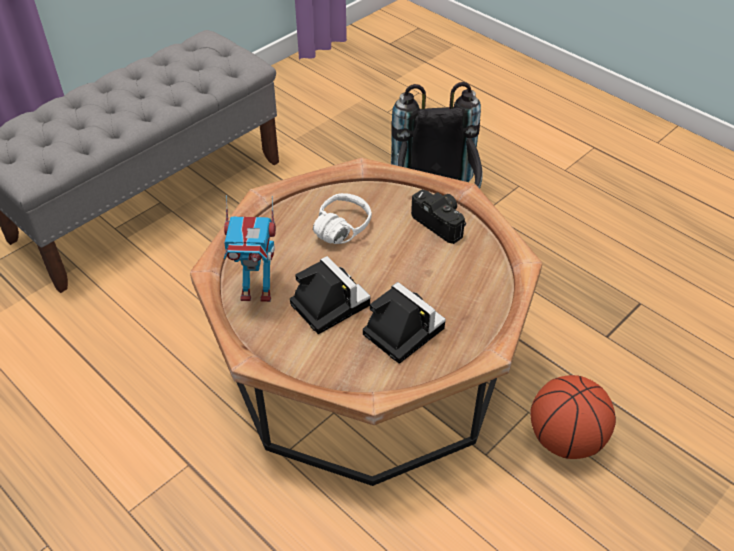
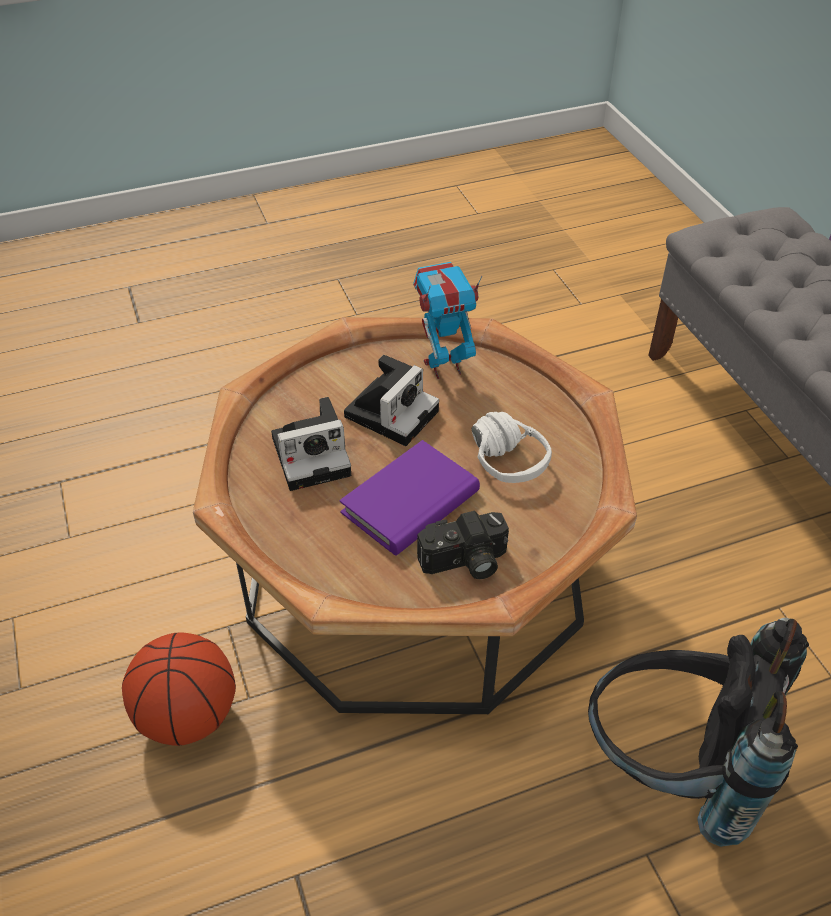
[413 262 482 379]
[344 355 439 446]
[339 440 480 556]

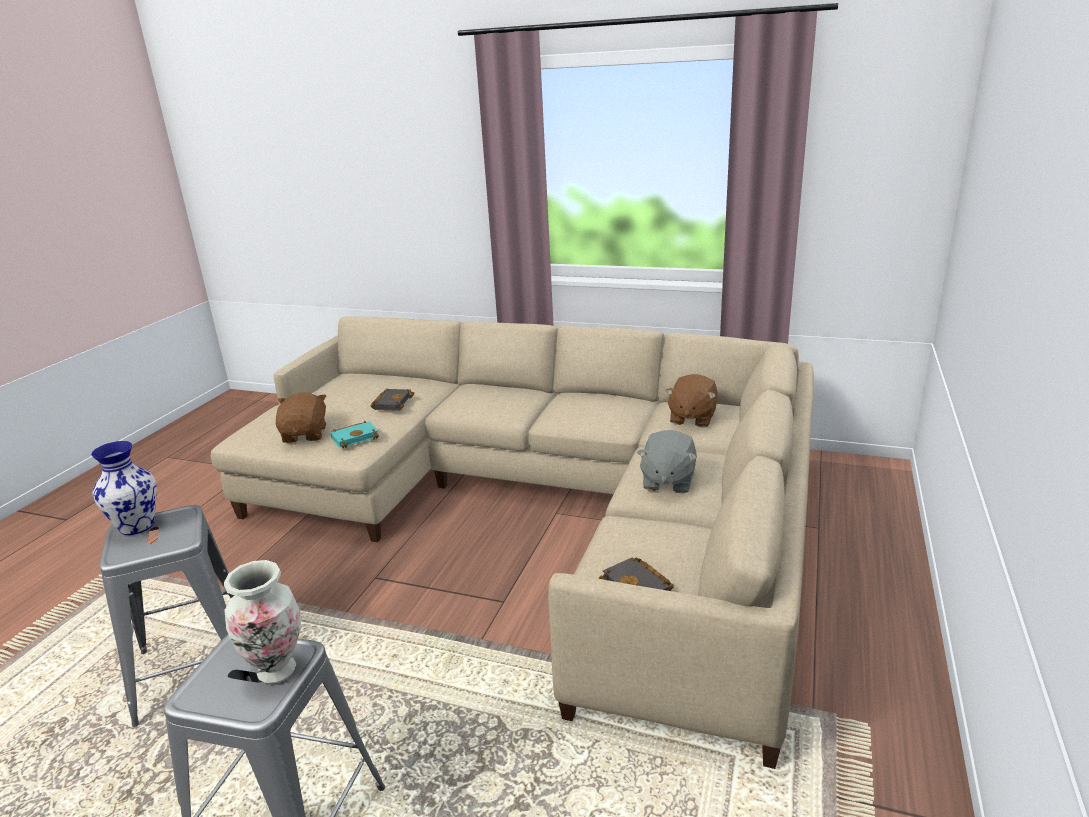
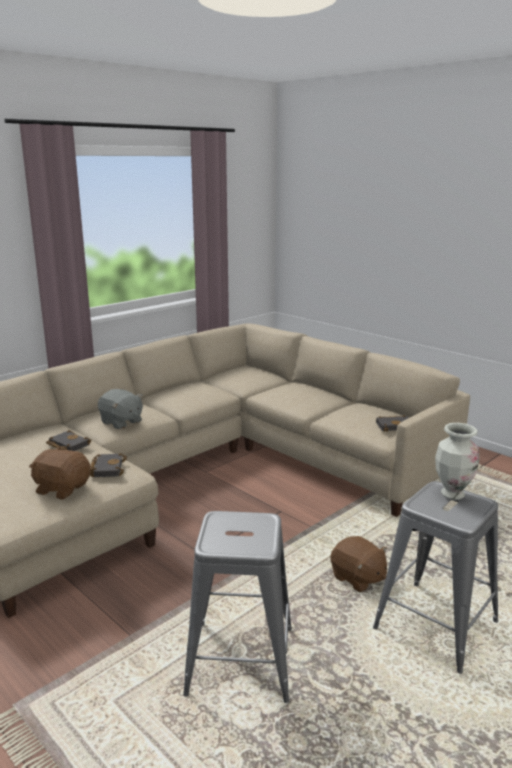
[91 441 157 535] (first image)
[90 453 127 477]
[98 389 143 429]
[330 536 387 592]

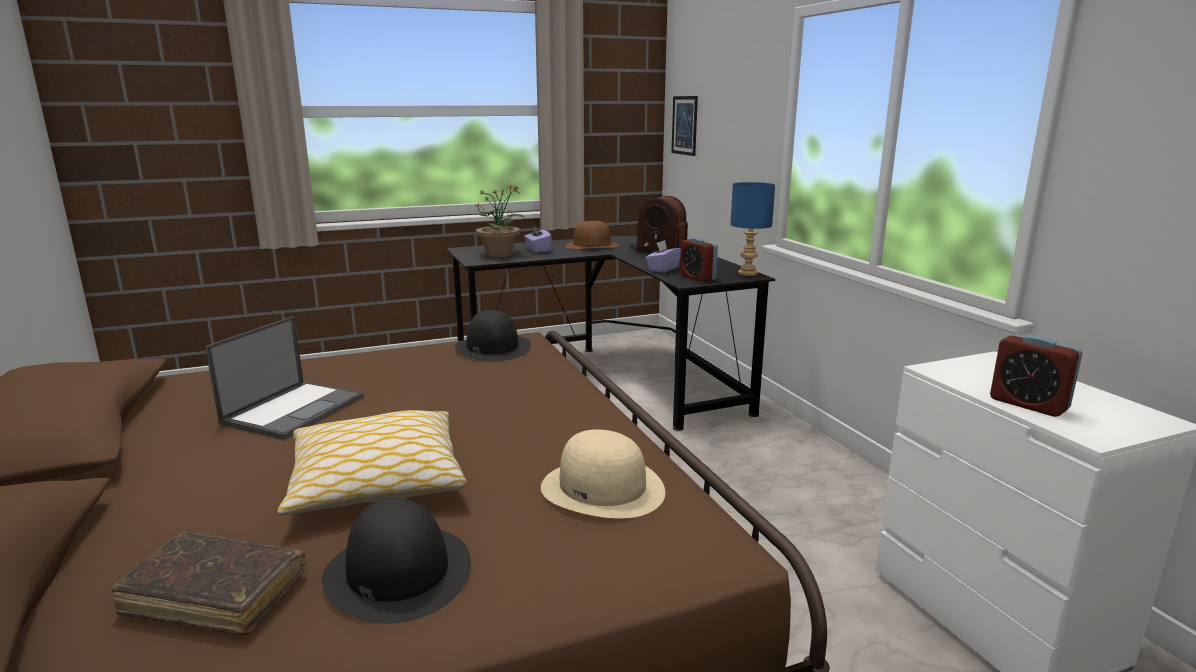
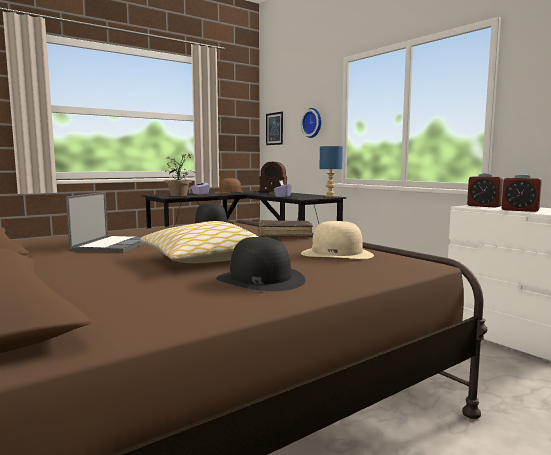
[259 220 313 237]
[467 173 504 208]
[301 108 322 138]

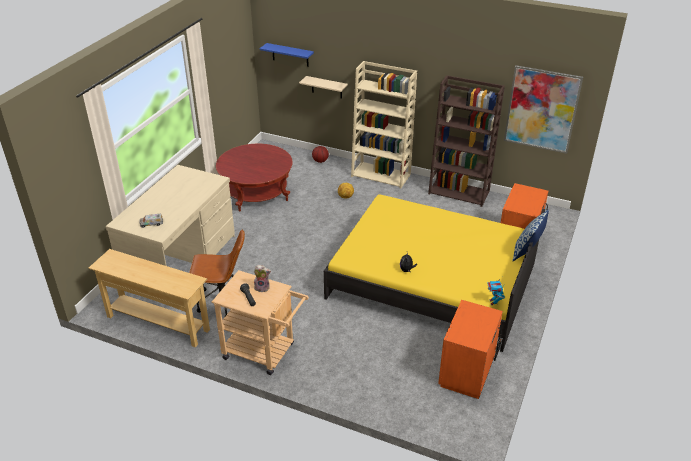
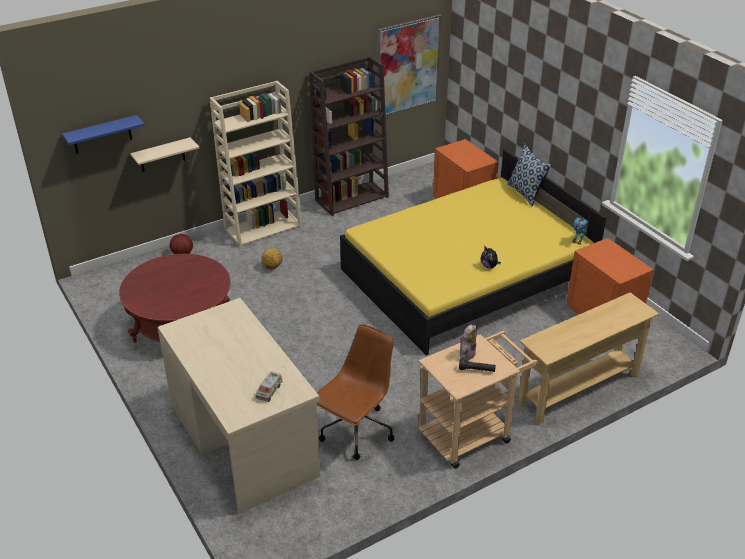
[518 292 659 424]

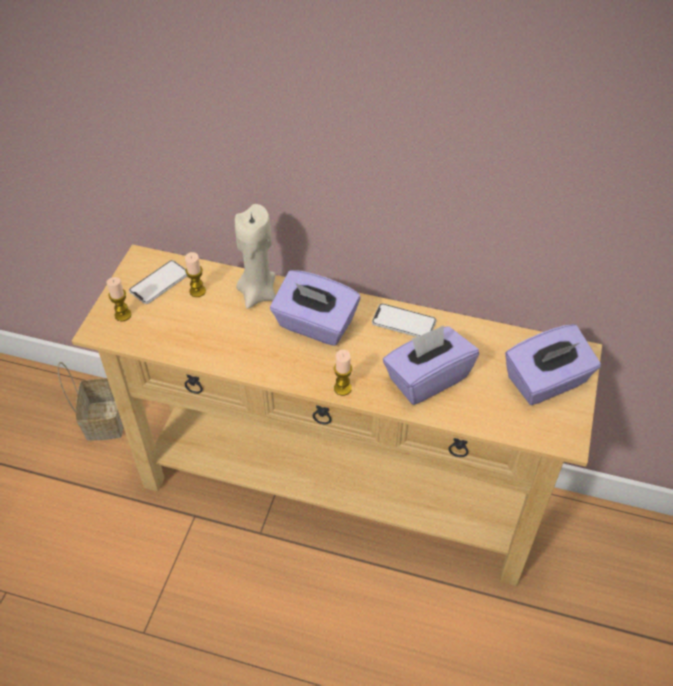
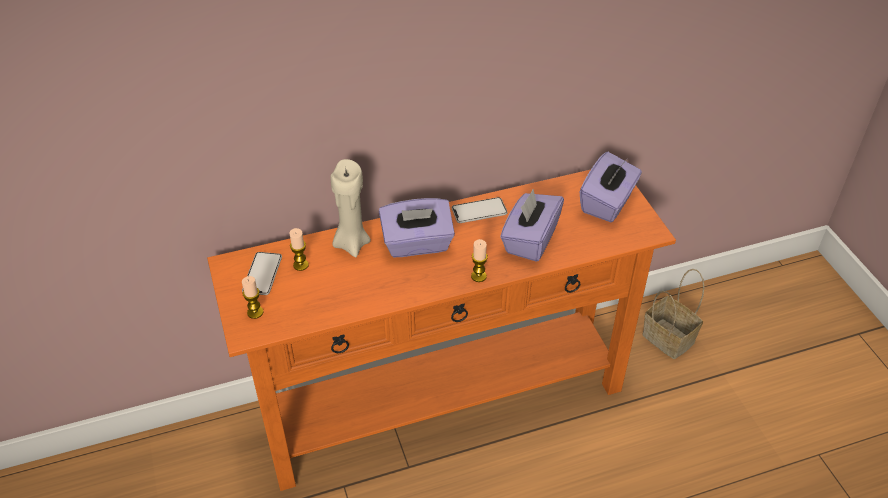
[642 269 704 359]
[207 170 676 491]

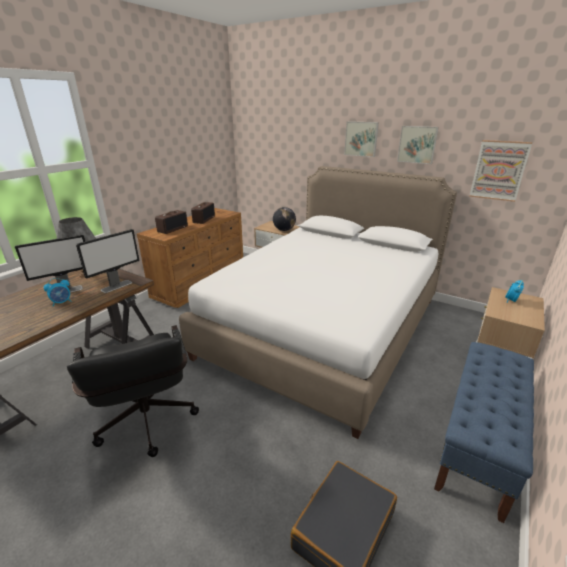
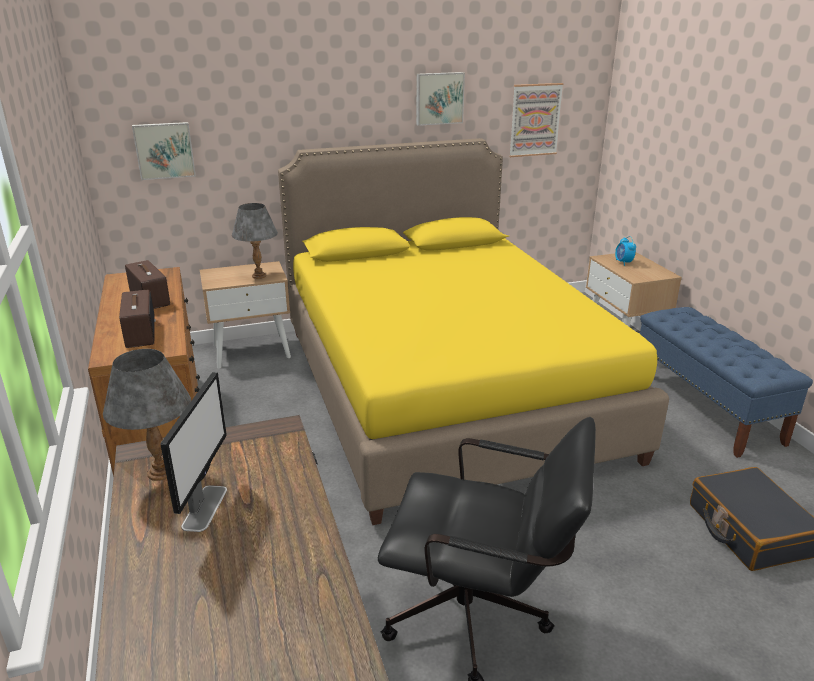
[43 278 72 306] (first image)
[76 229 139 293] (first image)
[278 138 669 525]
[232 203 278 279]
[132 122 196 180]

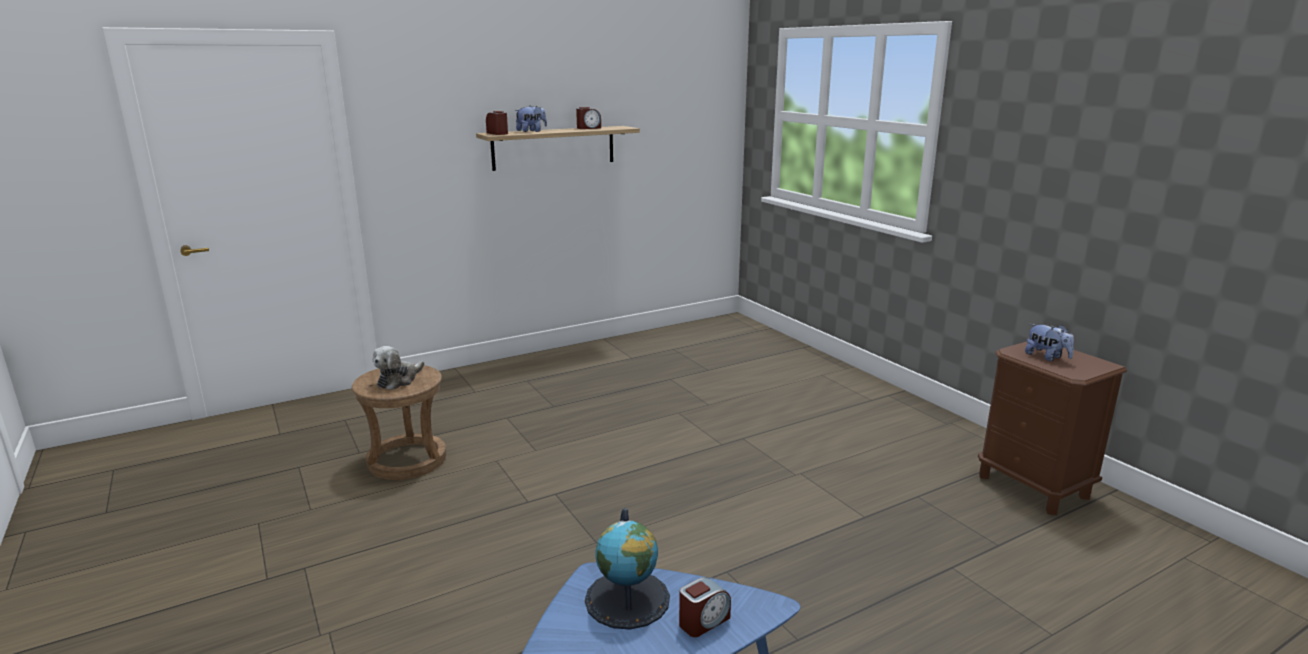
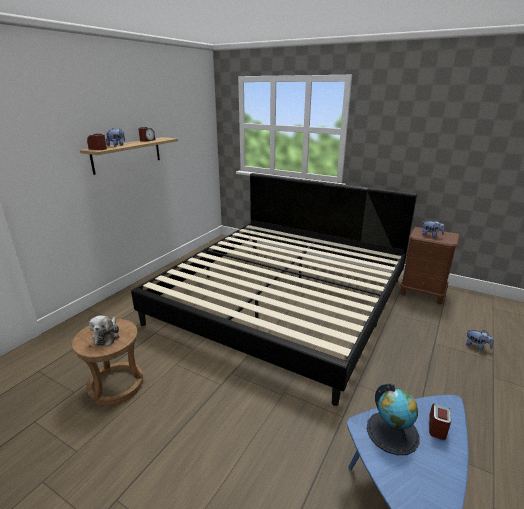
[131 173 417 406]
[466 329 493 350]

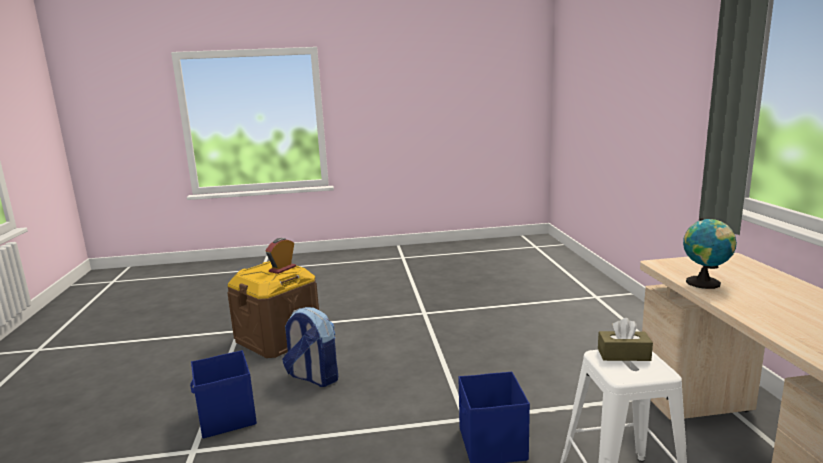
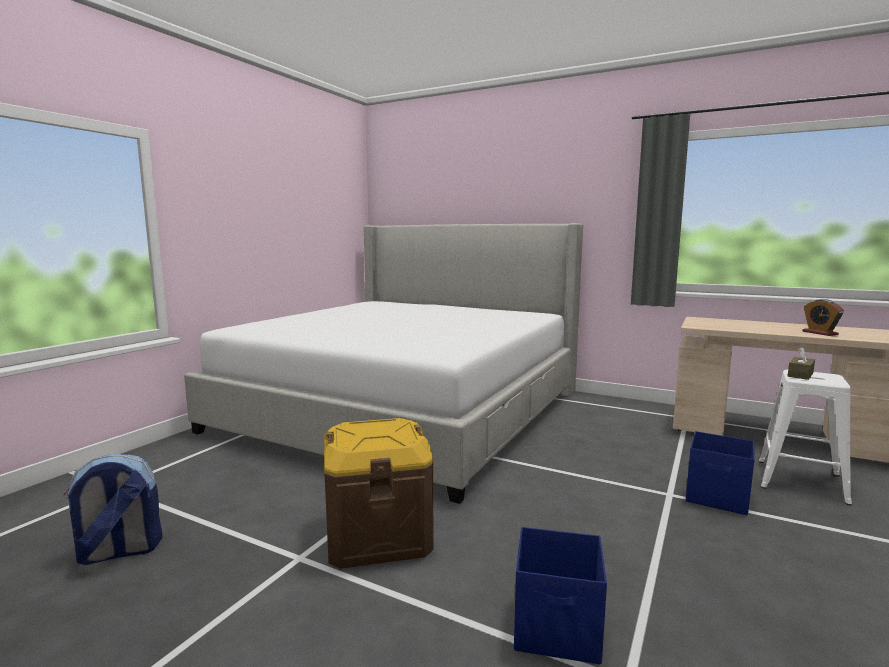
[802 299 844 336]
[64 454 163 565]
[683 218 737 289] (first image)
[184 223 583 504]

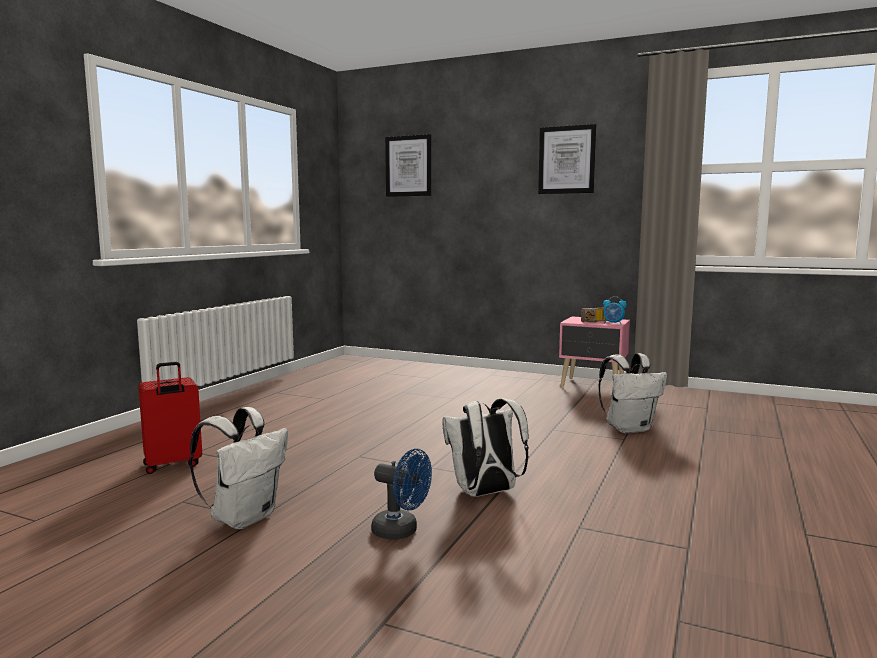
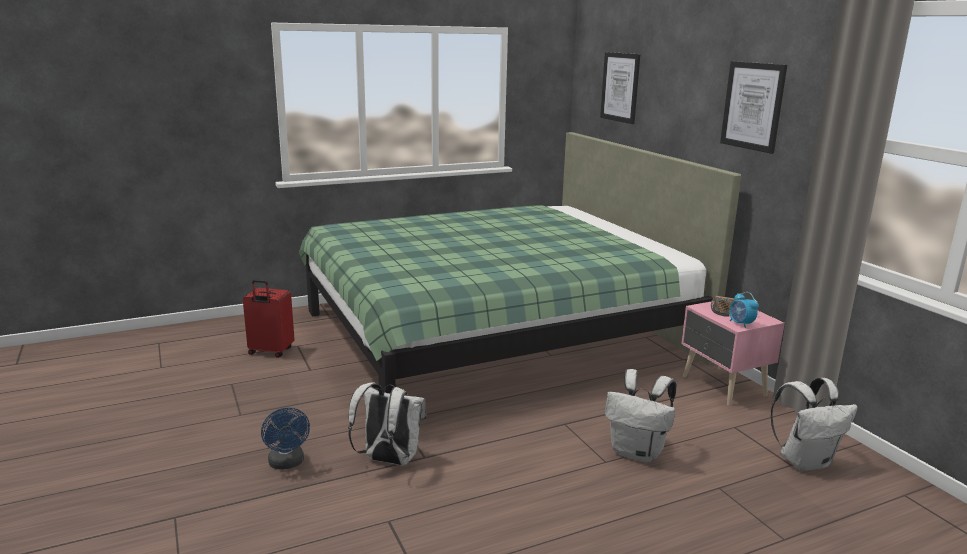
[771 378 858 471]
[299 132 742 393]

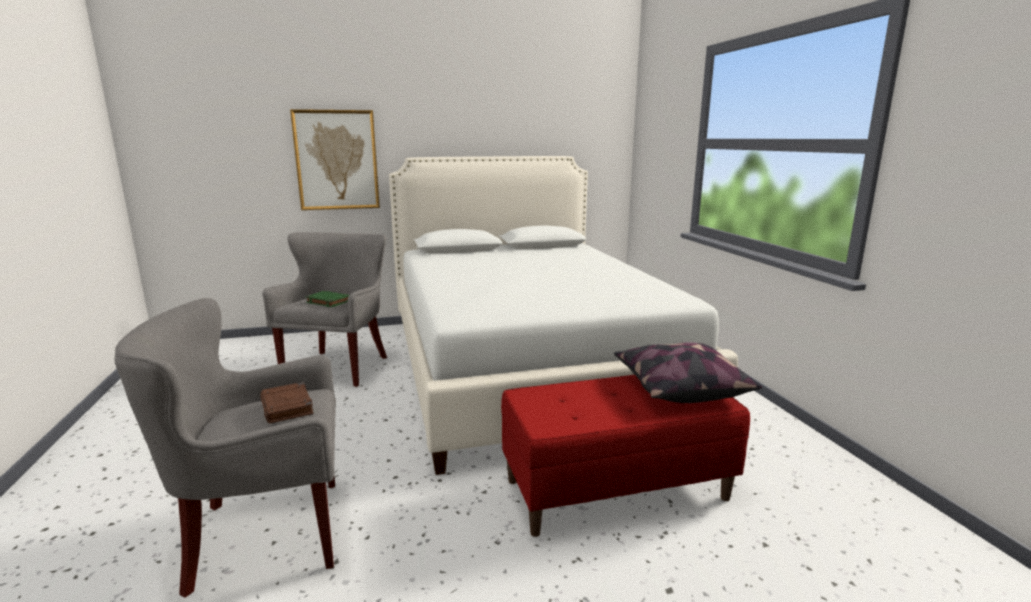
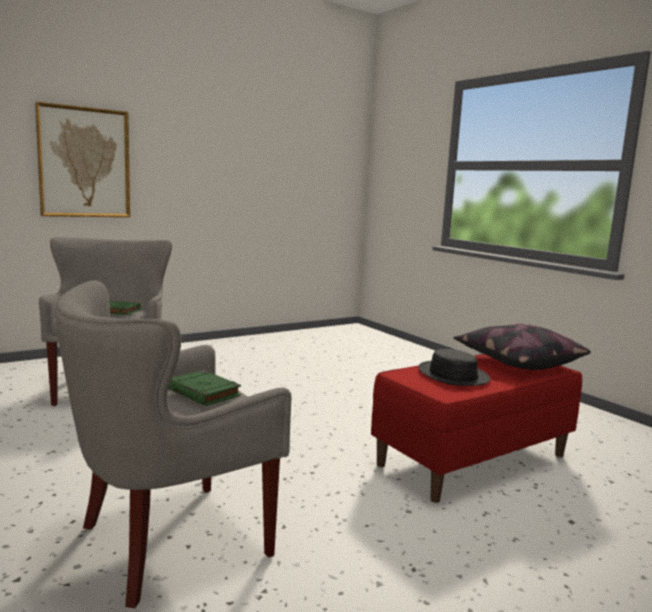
[168 370 241 406]
[389 156 738 475] (first image)
[418 349 490 386]

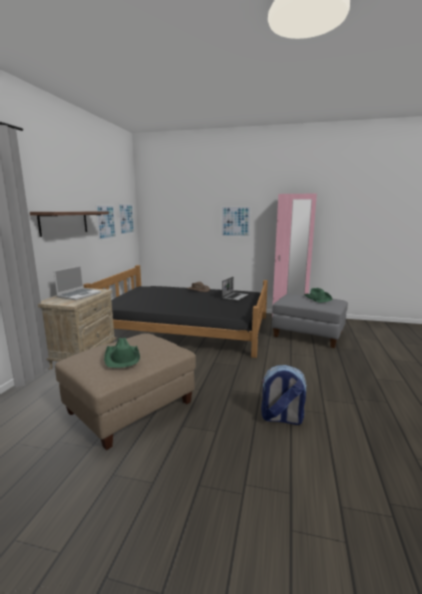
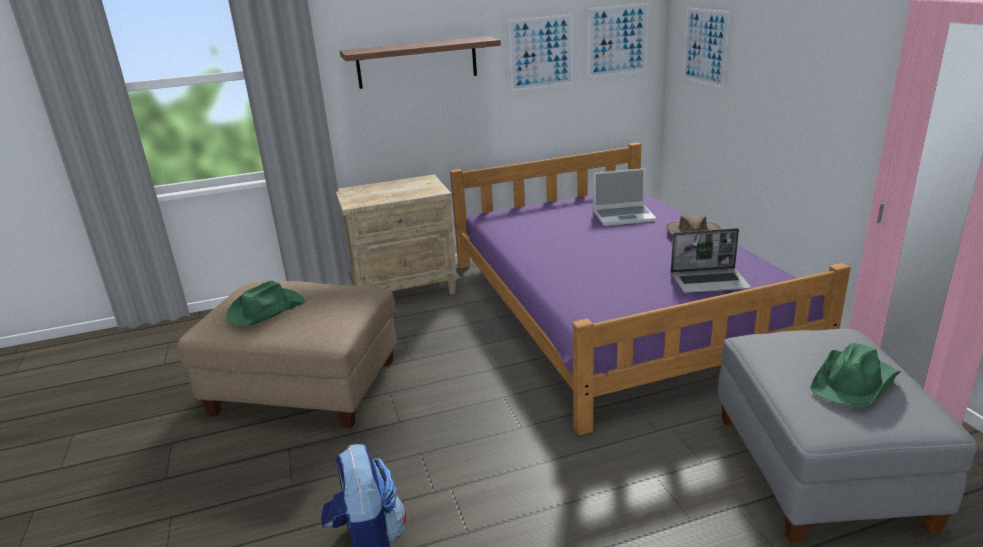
[593 168 656 226]
[450 142 851 436]
[683 8 730 89]

